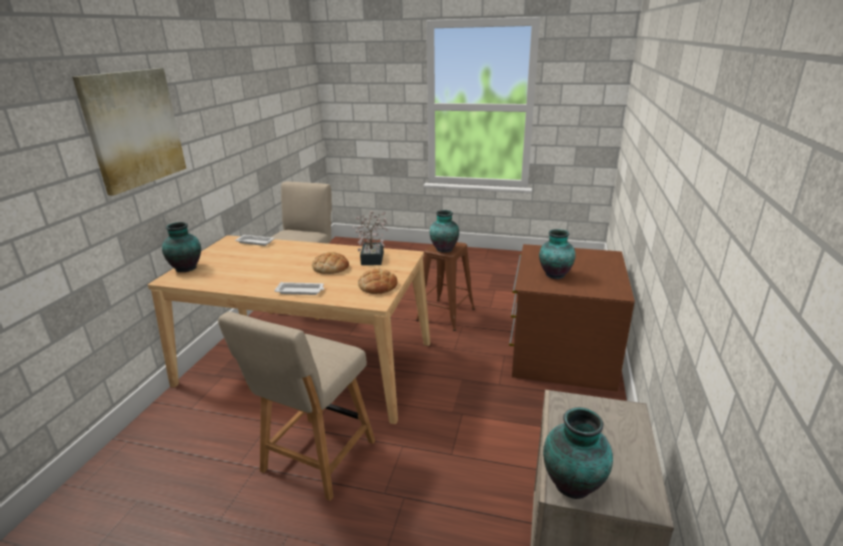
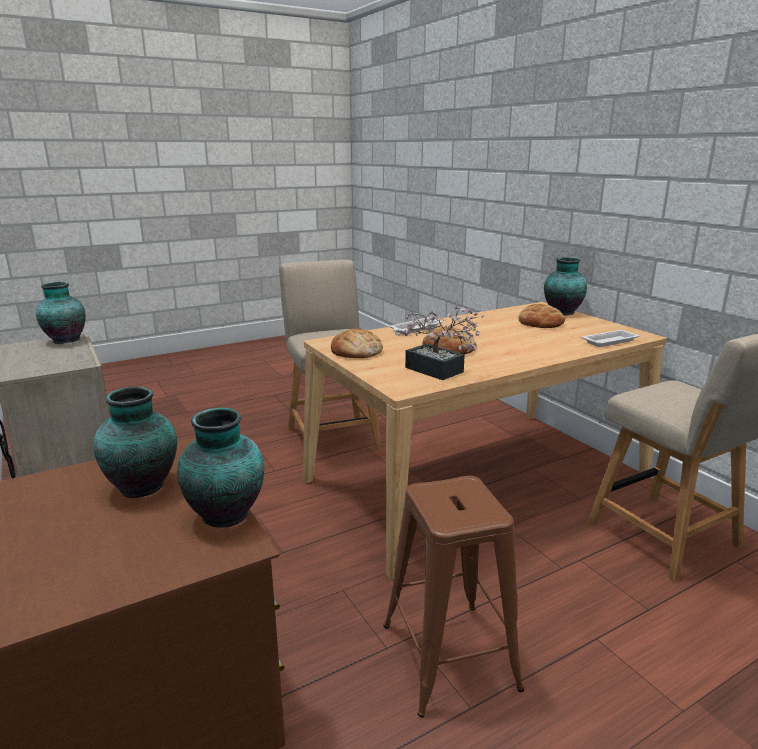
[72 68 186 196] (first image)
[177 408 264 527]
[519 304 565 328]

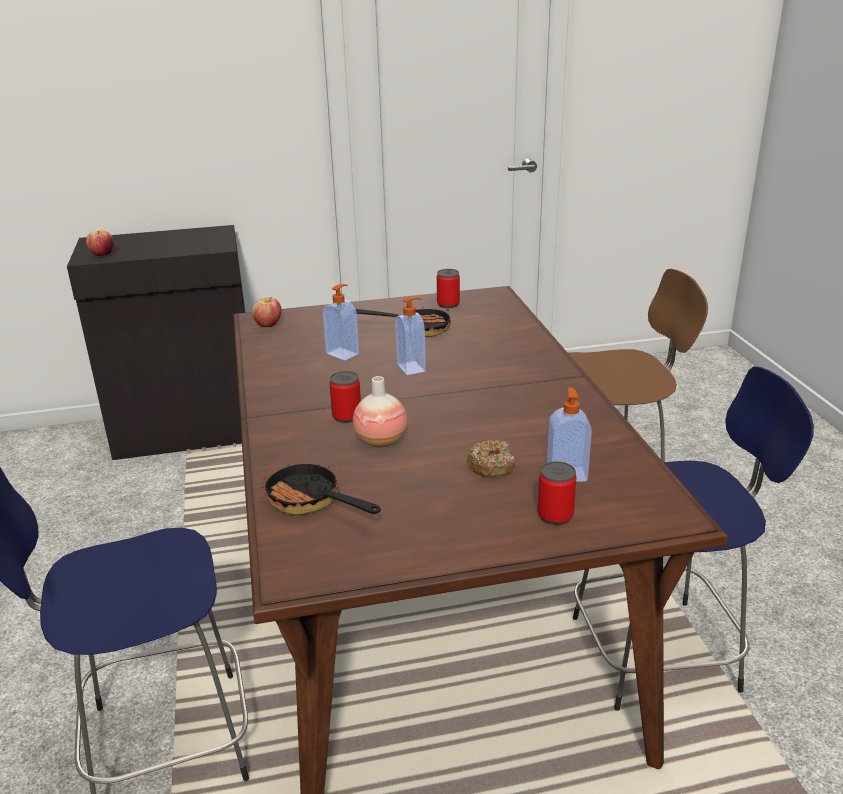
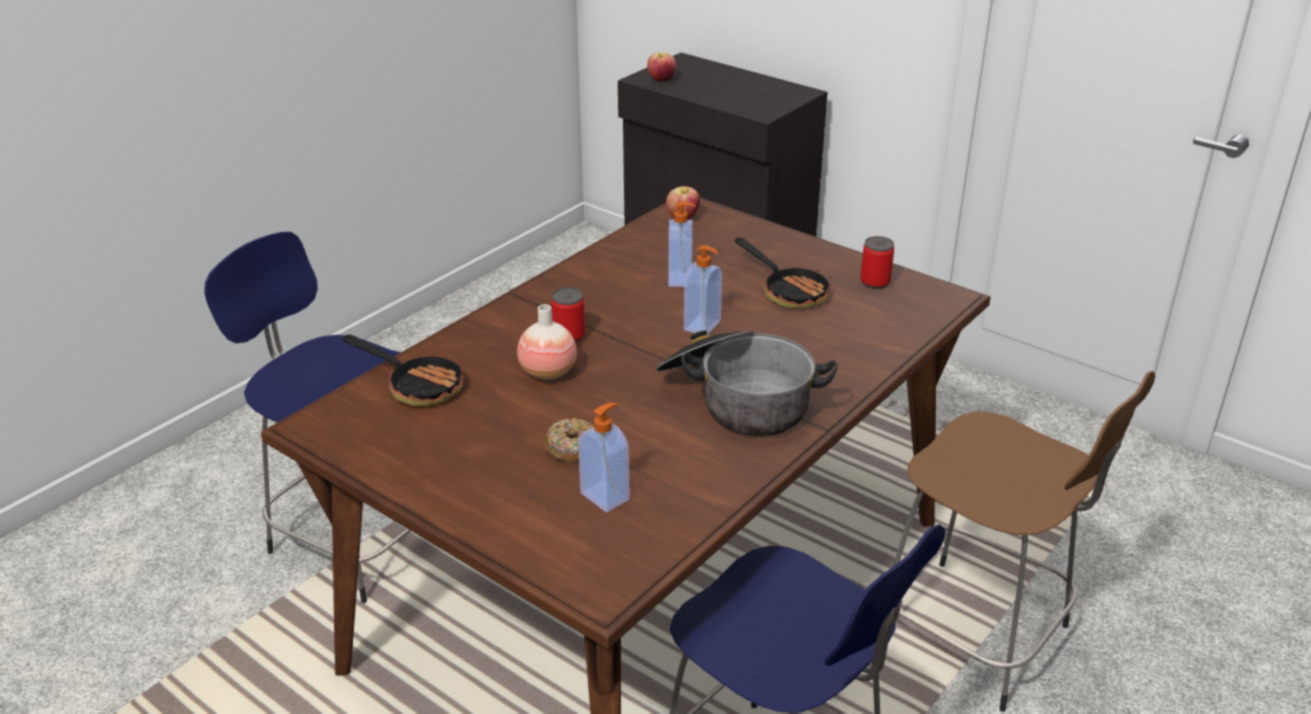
[343 335 464 406]
[538 461 577 525] (first image)
[656 330 838 436]

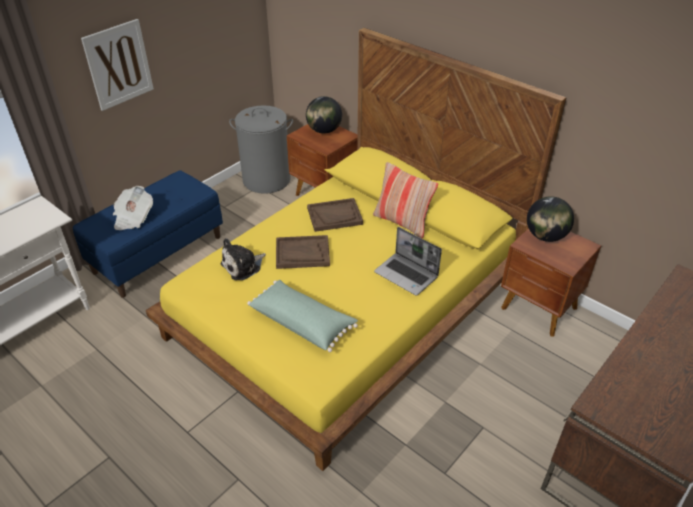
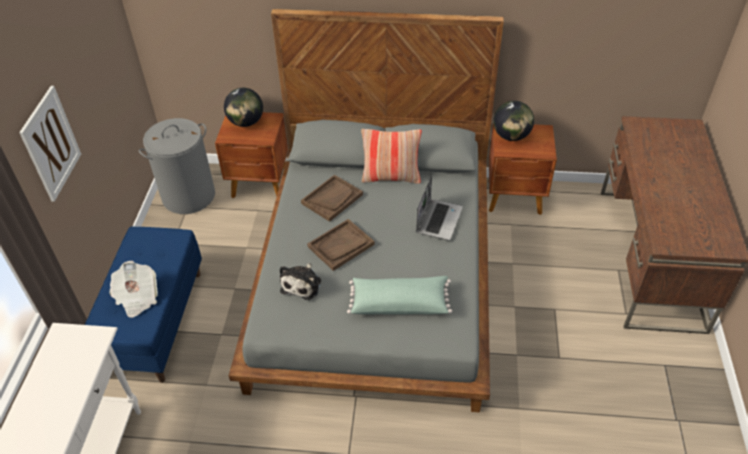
[229 9 504 412]
[416 176 463 240]

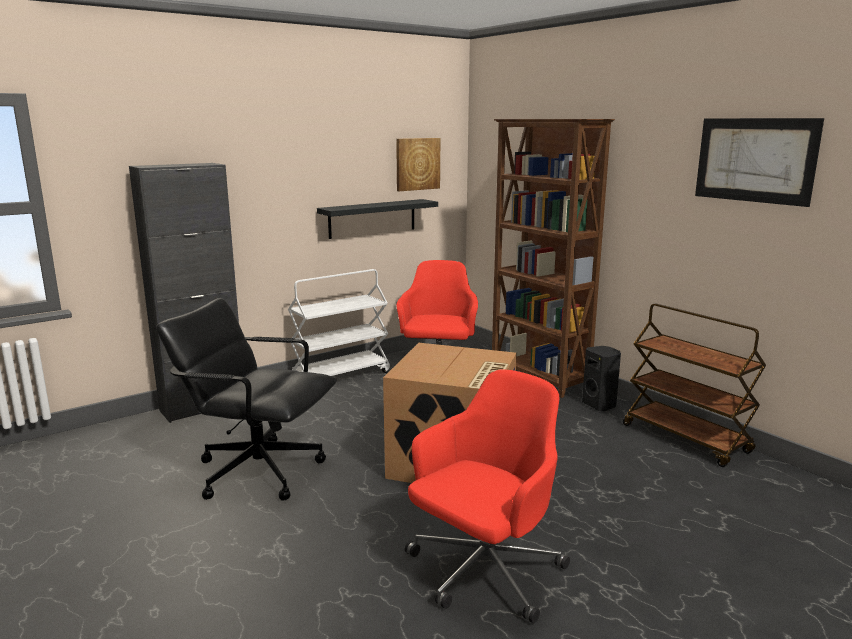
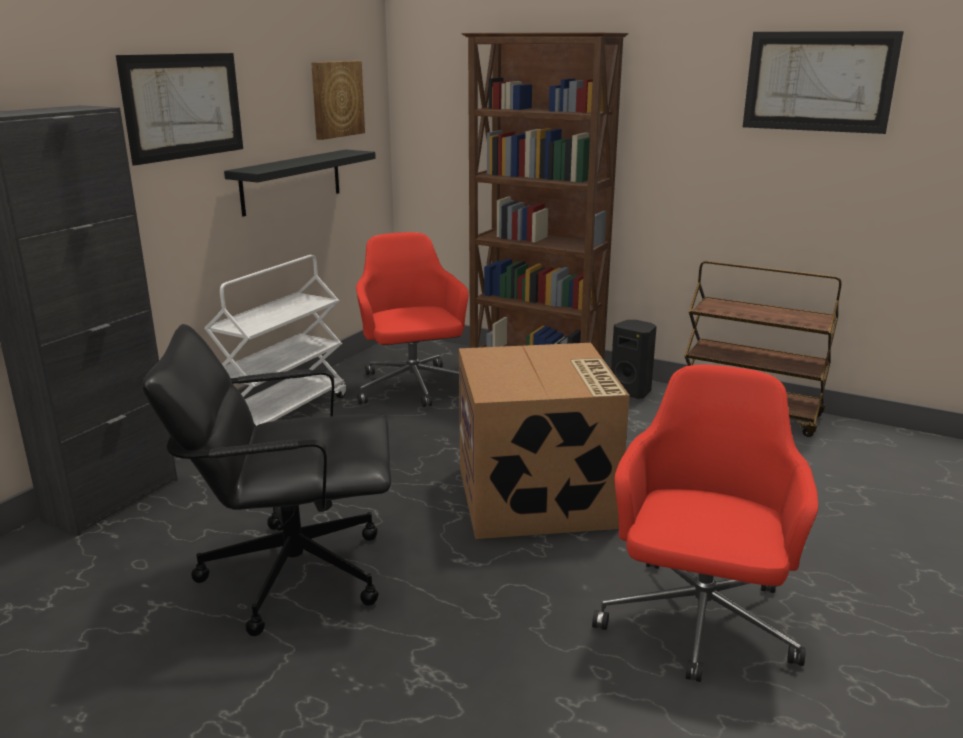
[116 53 243 166]

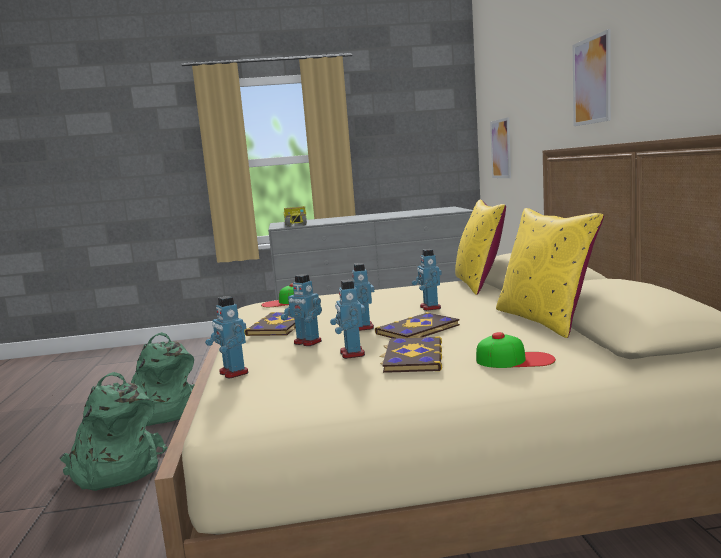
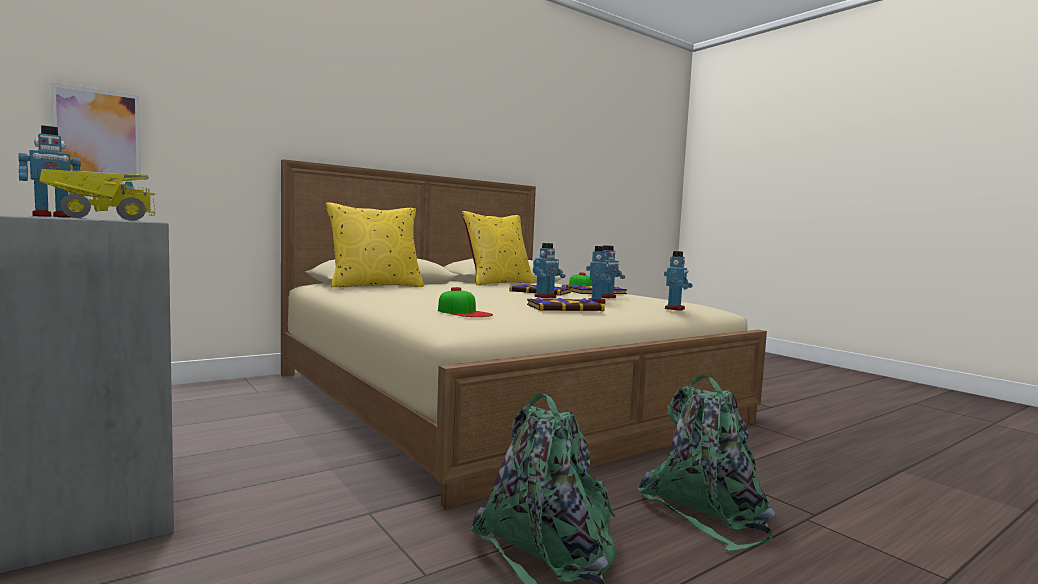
[18 125 81 217]
[573 29 611 126] (first image)

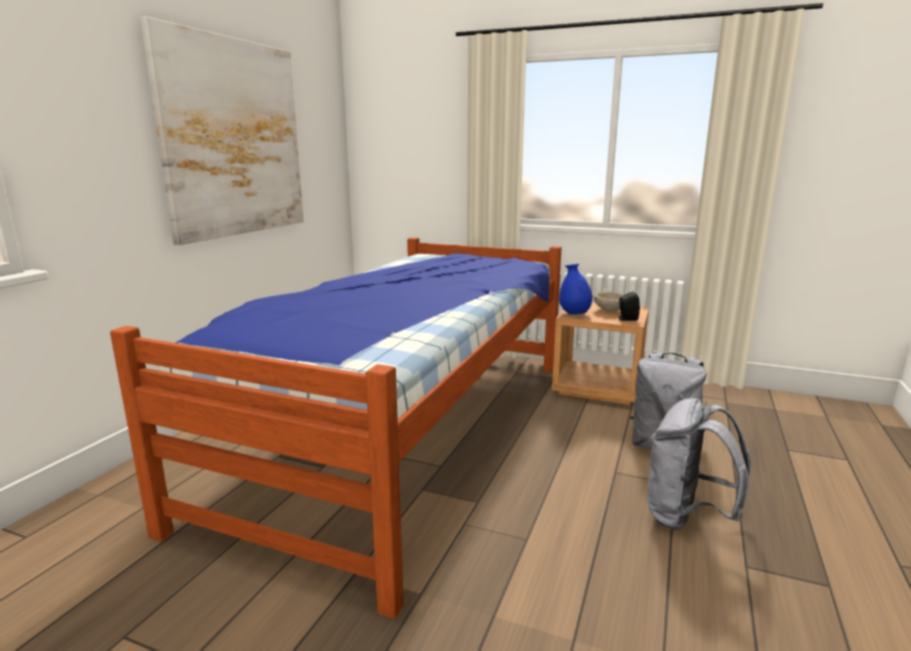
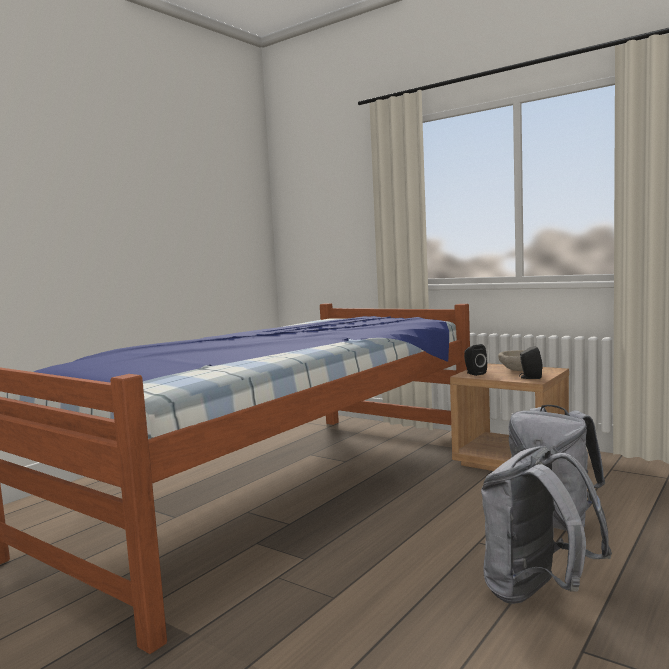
[140 16 304 245] (first image)
[464 344 487 376]

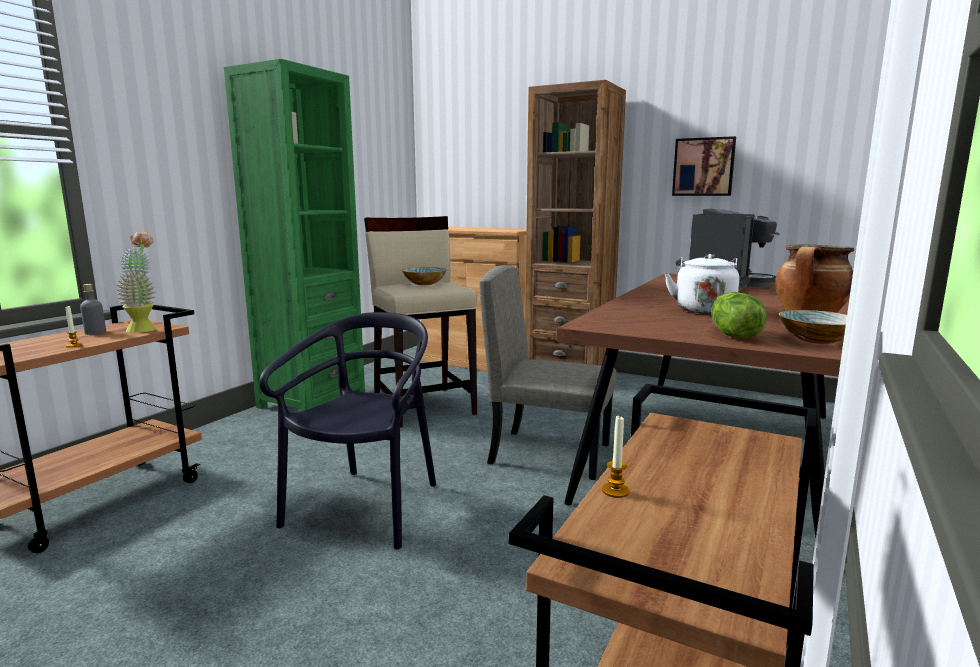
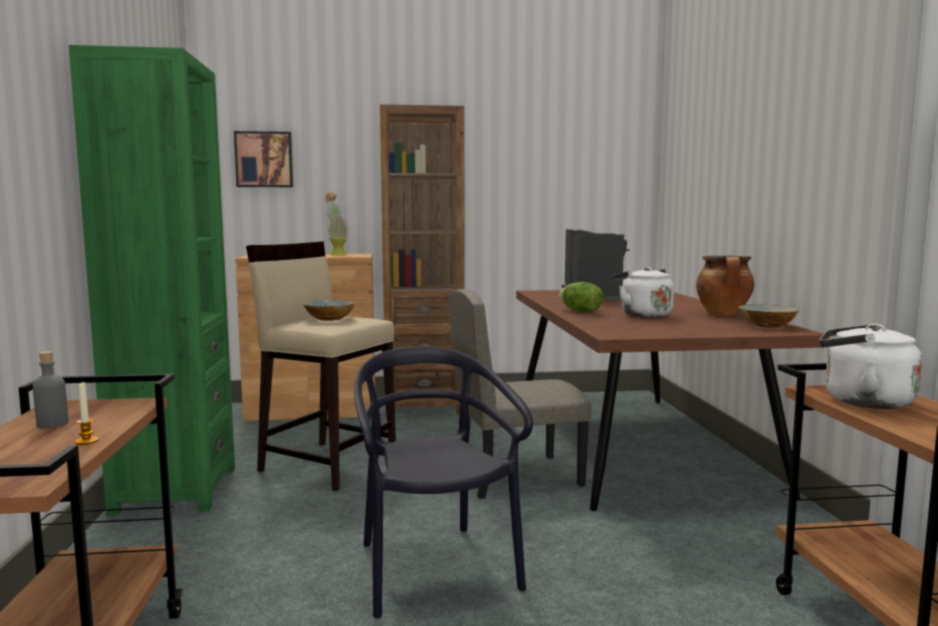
[324 192 348 255]
[602 416 630 498] (first image)
[234 131 293 187]
[559 282 603 312]
[819 324 922 409]

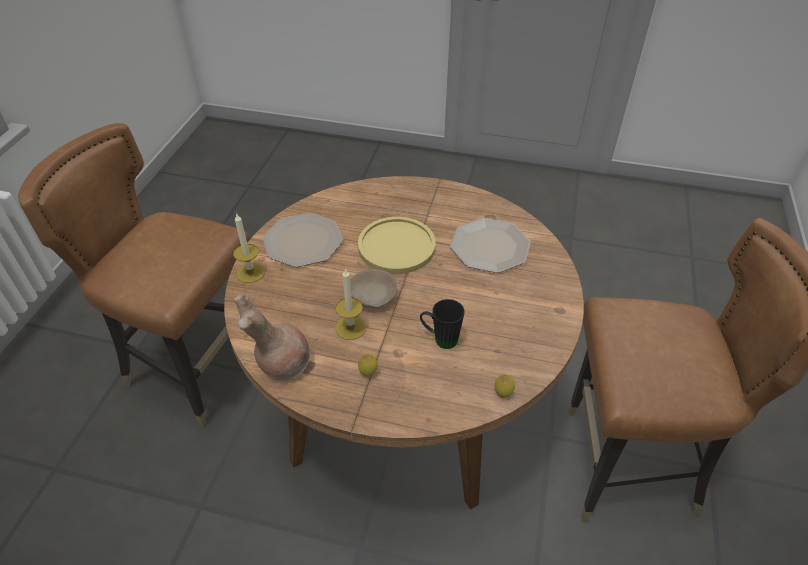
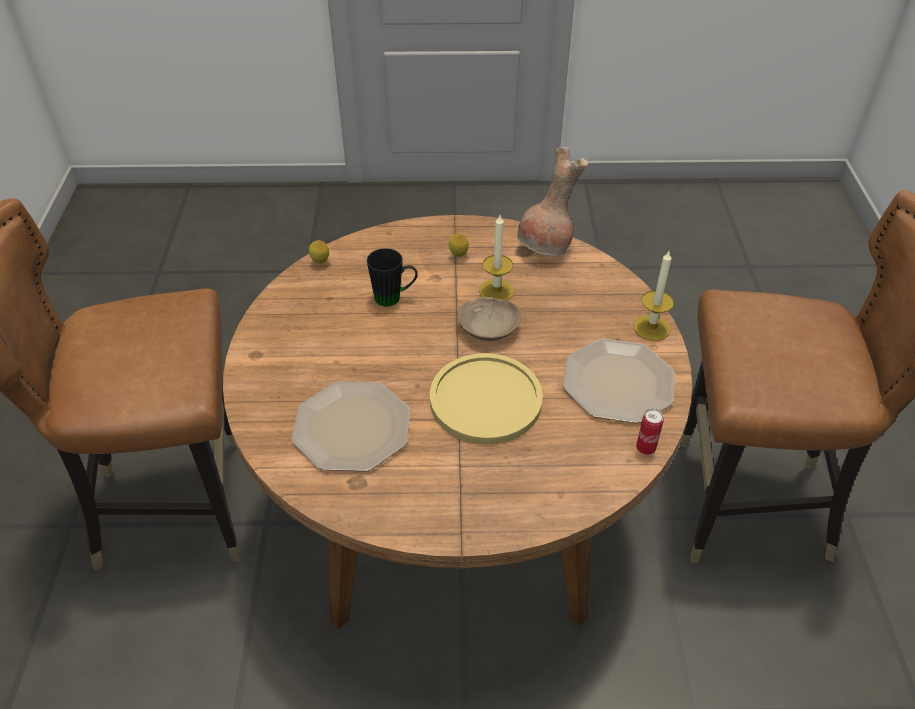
[636 408 664 455]

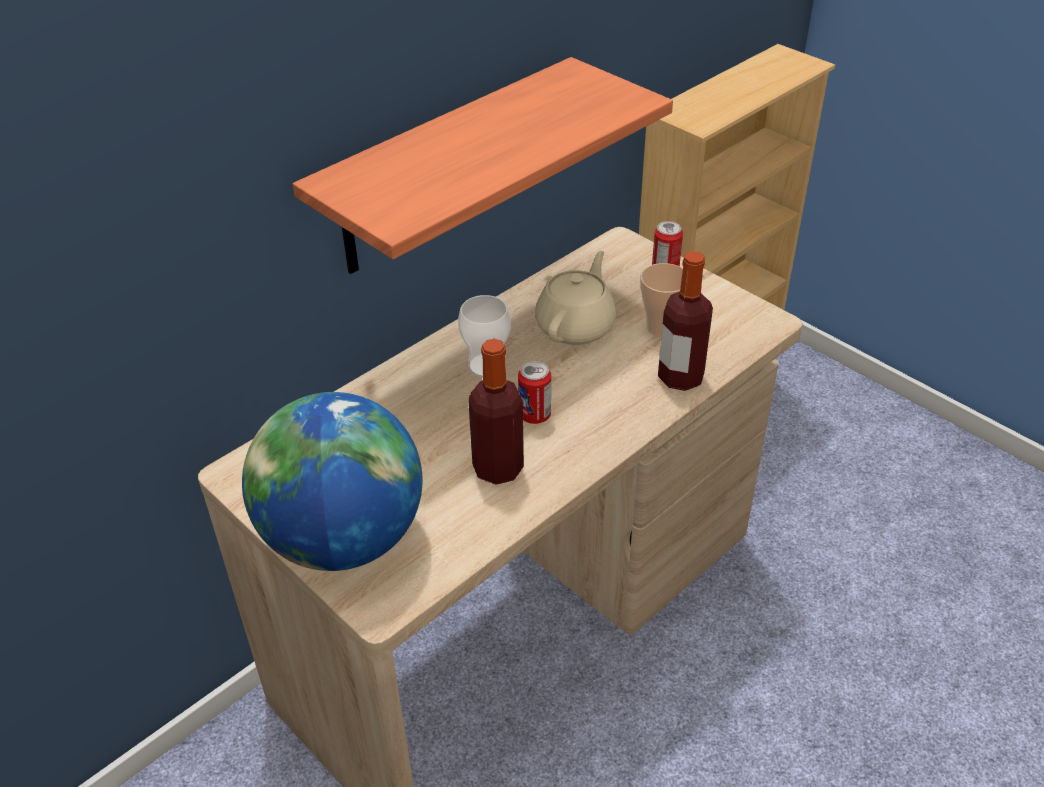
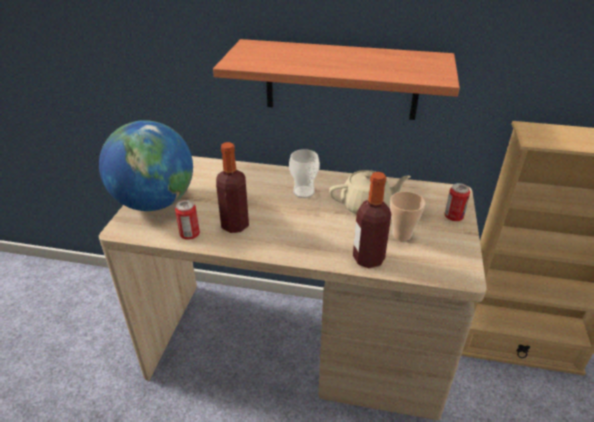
[175 200 200 240]

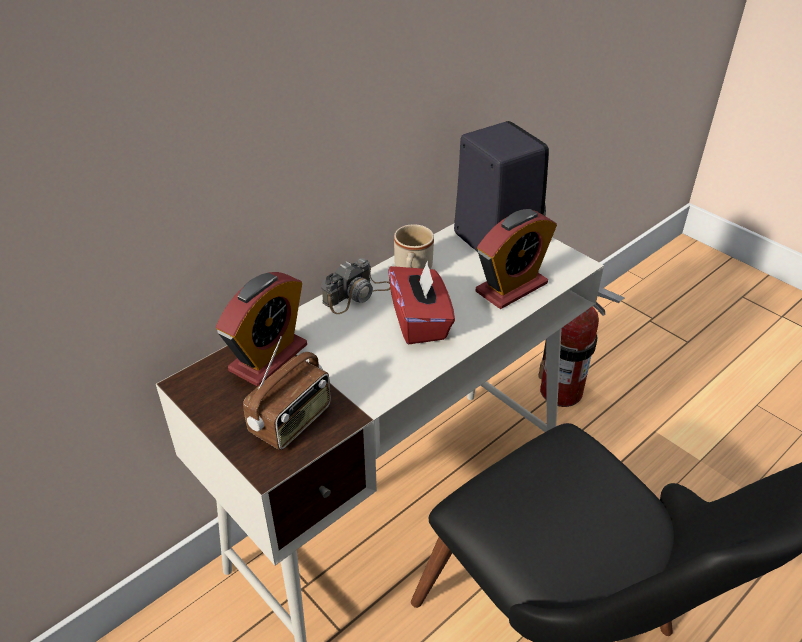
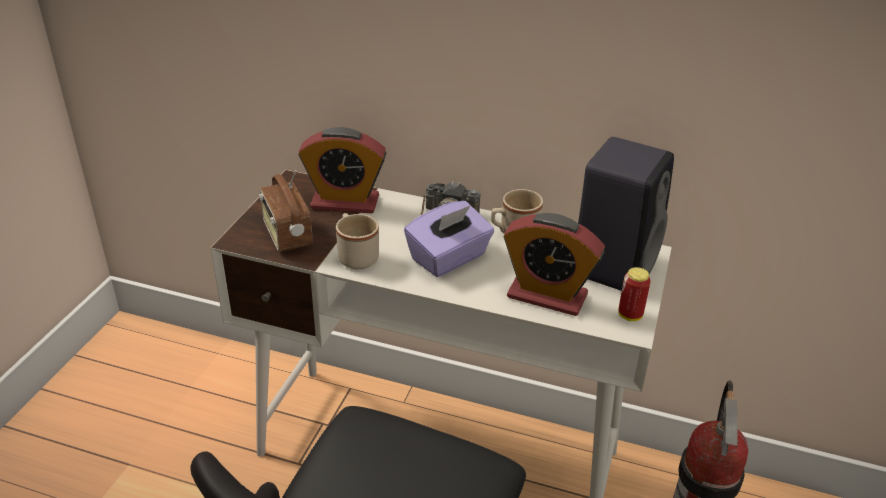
[259 170 313 252]
[404 201 494 277]
[336 213 379 269]
[618 267 651 321]

